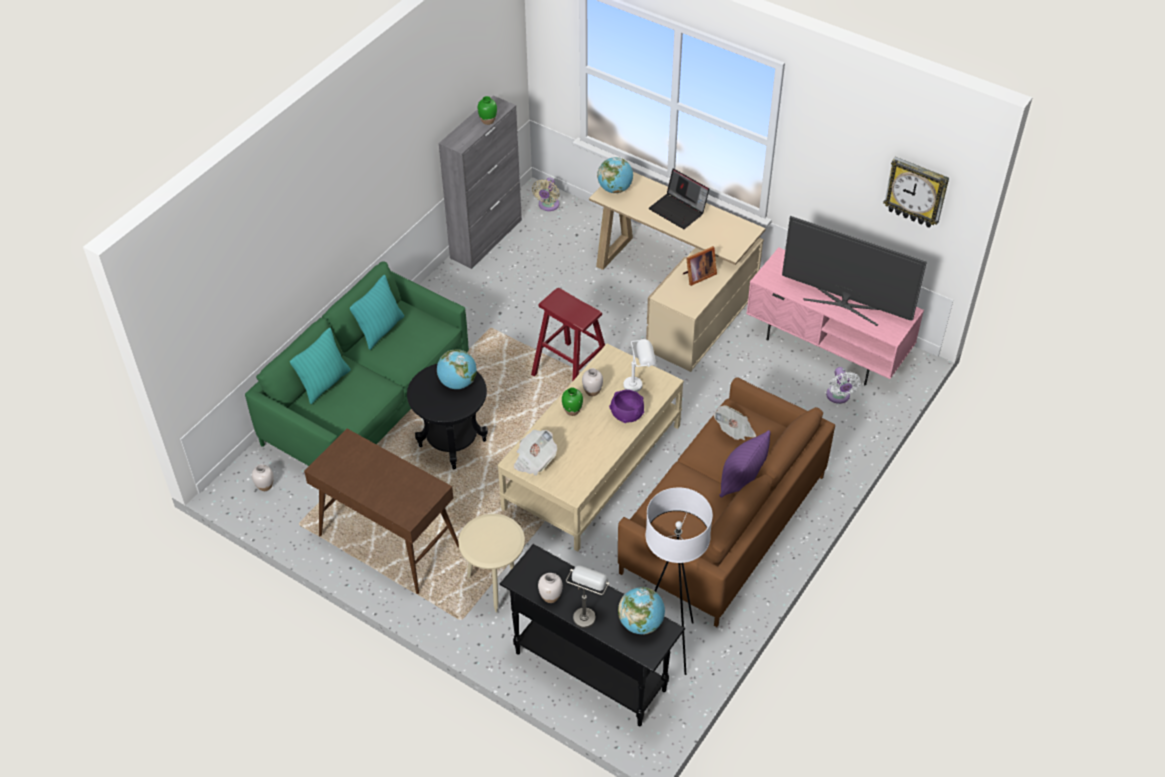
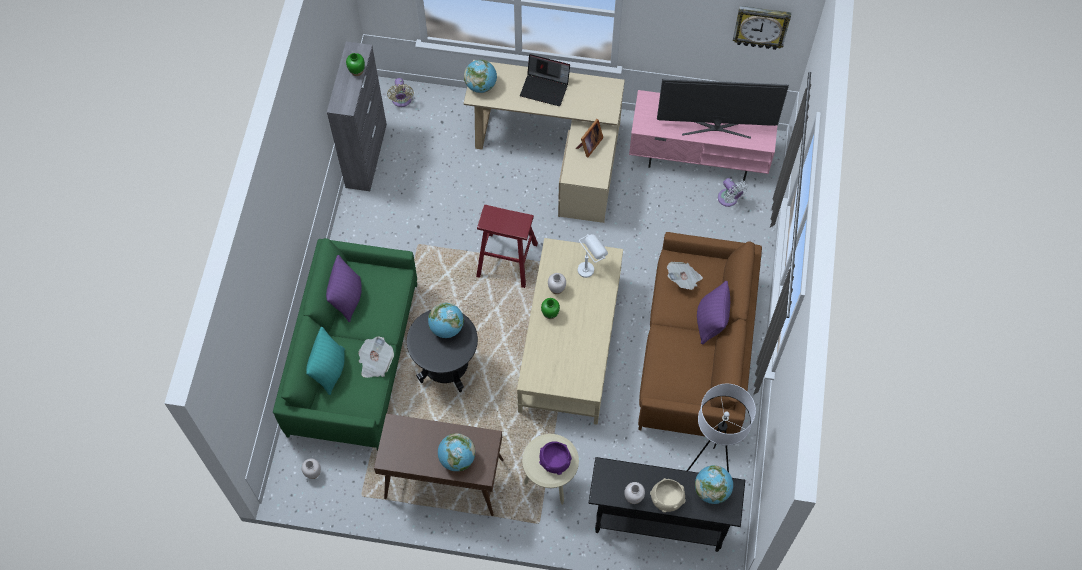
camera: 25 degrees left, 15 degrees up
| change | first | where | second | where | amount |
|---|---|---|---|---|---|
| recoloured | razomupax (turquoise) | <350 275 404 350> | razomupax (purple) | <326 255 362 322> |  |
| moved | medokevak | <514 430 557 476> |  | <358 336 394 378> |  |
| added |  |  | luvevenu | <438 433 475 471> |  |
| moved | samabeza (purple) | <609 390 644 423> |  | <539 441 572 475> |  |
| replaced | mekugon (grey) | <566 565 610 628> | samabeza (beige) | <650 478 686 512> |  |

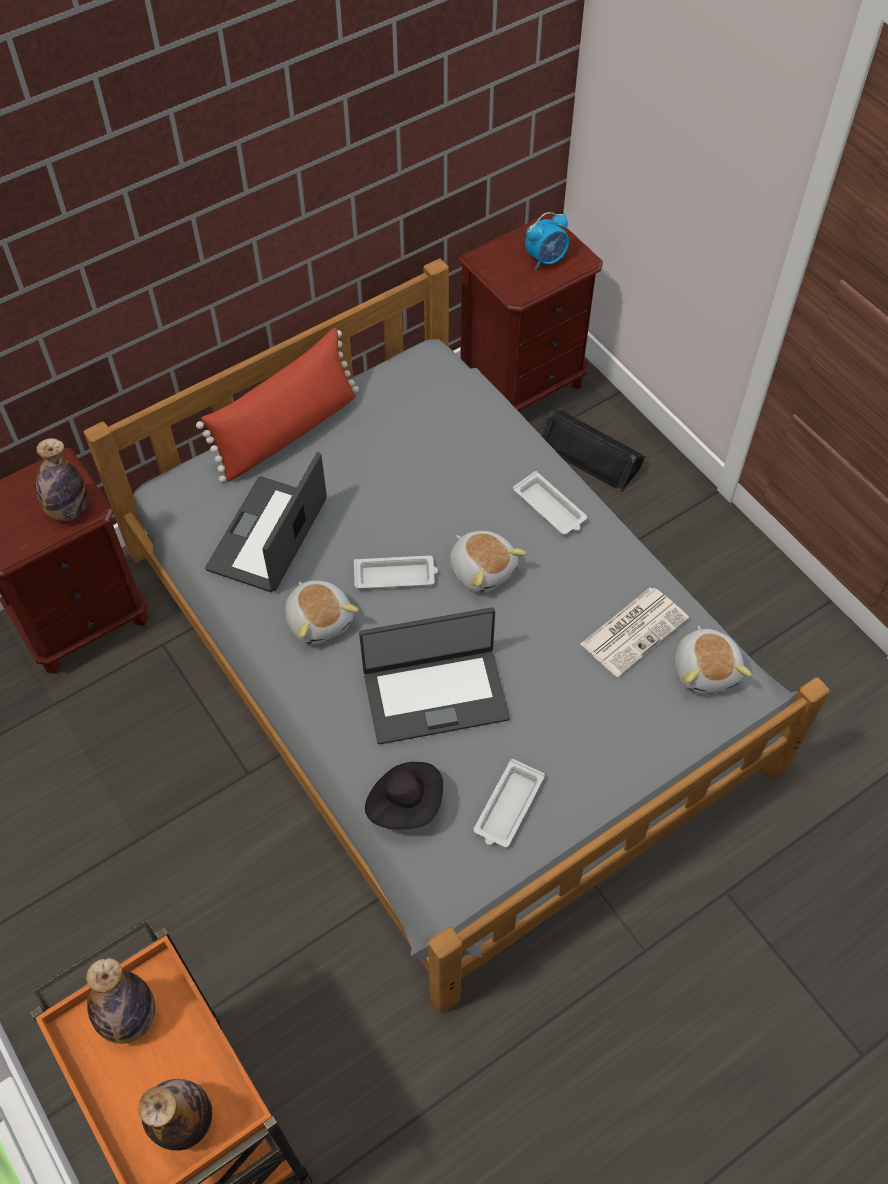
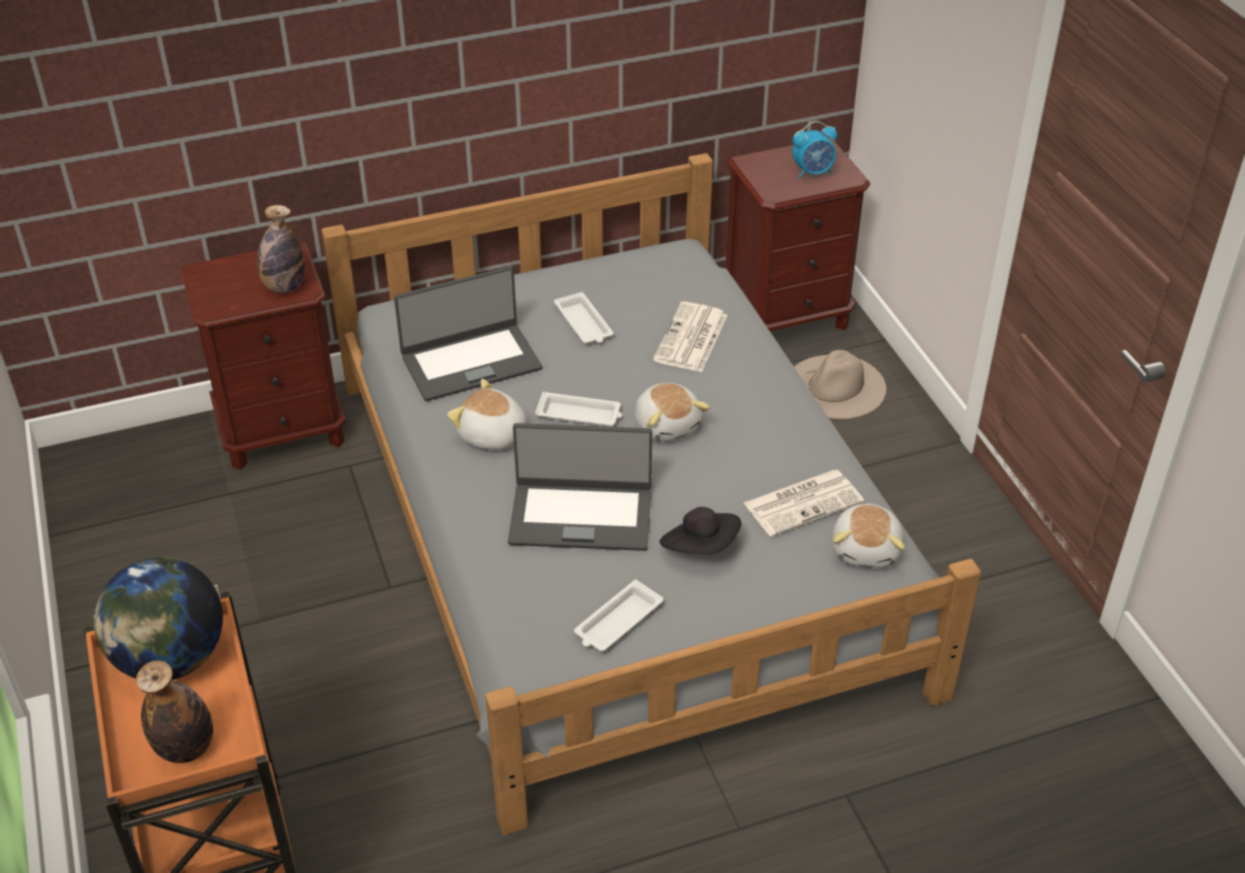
camera: 15 degrees right, 15 degrees down
| change | first | where | second | where | amount |
|---|---|---|---|---|---|
| replaced | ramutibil | <86 958 155 1044> | luvevenu | <94 557 223 680> |  |
| turned | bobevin | <205 452 327 592> |  | <394 266 542 401> | 150 degrees counterclockwise |
| turned | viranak | <285 581 359 644> |  | <447 379 527 450> | 135 degrees clockwise |
| moved | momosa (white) | <513 471 587 535> |  | <554 292 613 344> |  |
| added |  |  | medokevak | <653 302 728 372> |  |
| moved | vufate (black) | <365 762 443 829> |  | <660 507 742 555> |  |
| replaced | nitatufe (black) | <542 410 645 492> | vufate (beige) | <794 350 886 419> |  |
| removed | razomupax (red) | <196 328 359 483> |  |  |  |

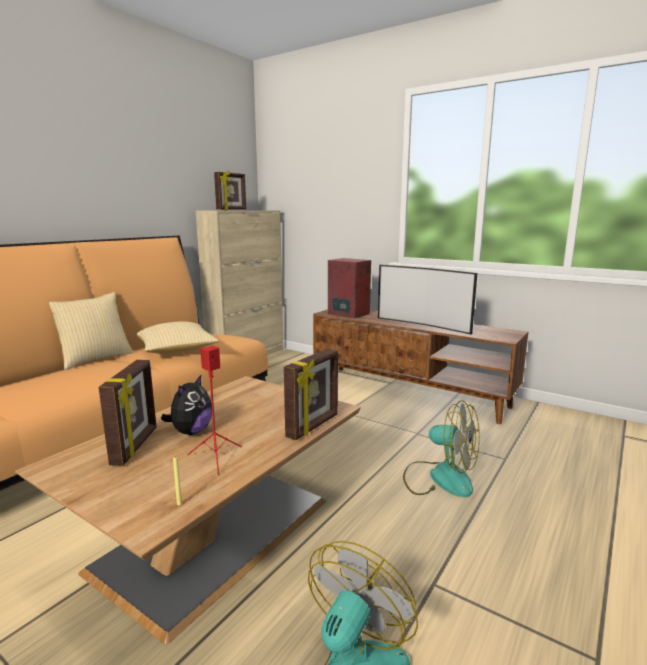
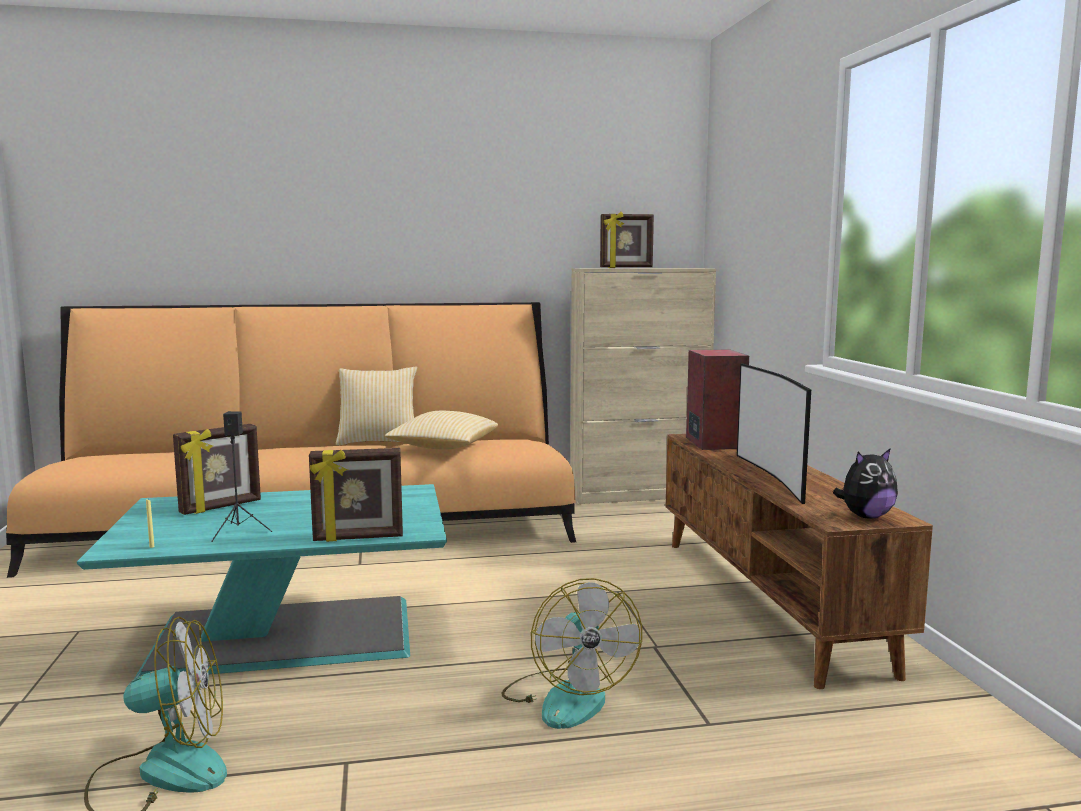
camera: 45 degrees right, 5 degrees down
| change | first | where | second | where | amount |
|---|---|---|---|---|---|
| recoloured | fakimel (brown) | <15 376 361 644> | fakimel (turquoise) | <77 484 447 679> |  |
| recoloured | nitatufe (red) | <187 346 242 475> | nitatufe (black) | <211 411 272 542> |  |
| moved | viranak | <161 375 212 435> |  | <833 448 898 519> |  |

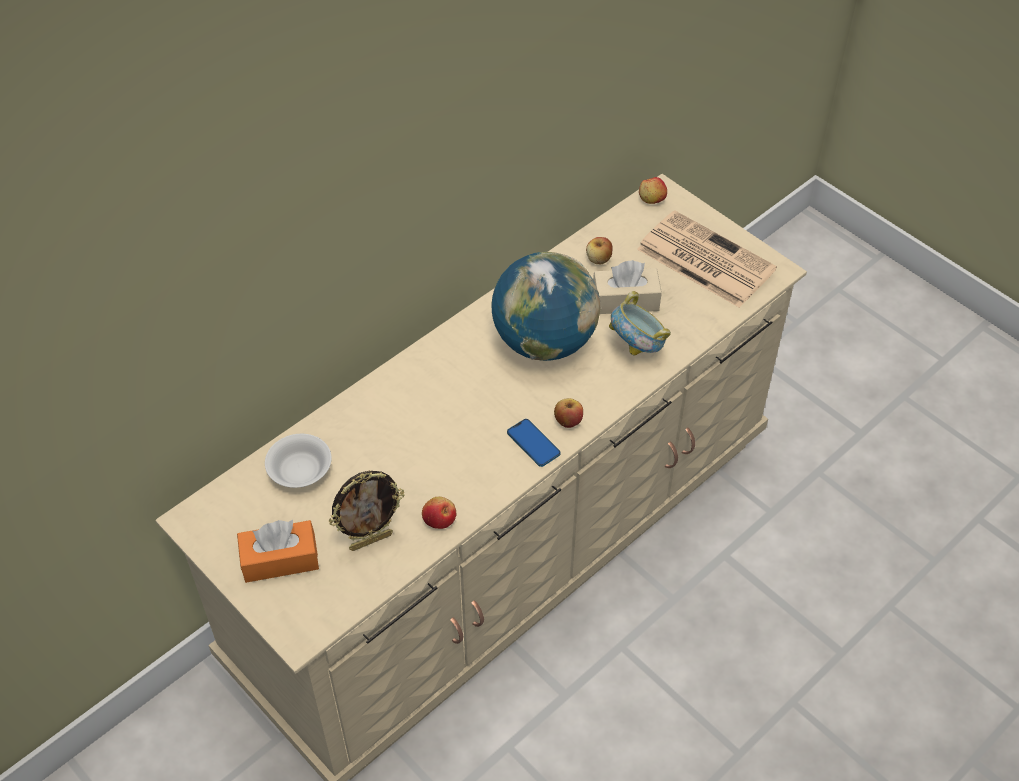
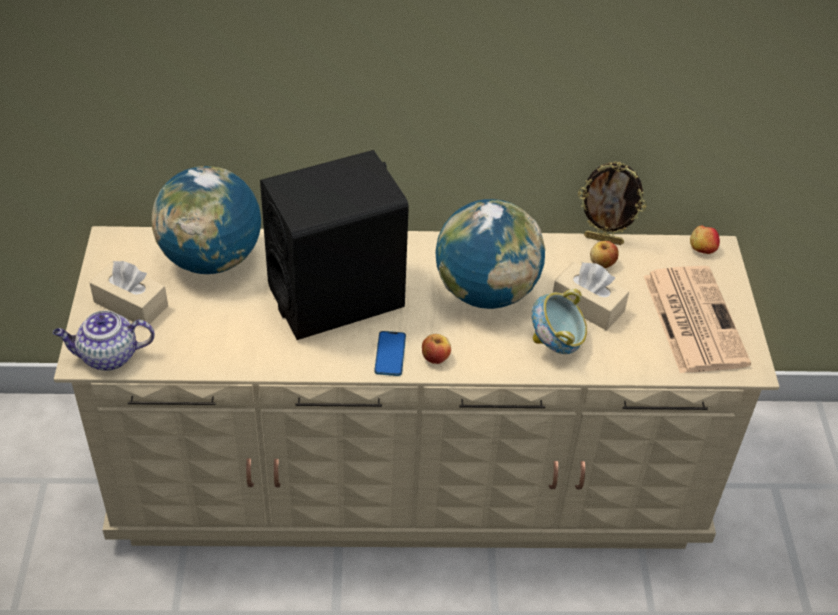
camera: 40 degrees right, 5 degrees down
| change | first | where | second | where | amount |
|---|---|---|---|---|---|
| added |  |  | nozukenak | <53 311 155 371> |  |
| recoloured | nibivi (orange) | <237 520 319 583> | nibivi (beige) | <89 261 168 328> |  |
| replaced | samabeza (white) | <265 434 332 488> | luvevenu | <152 166 261 274> |  |
| added |  |  | nitatufe (black) | <260 150 409 340> |  |
| moved | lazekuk | <329 471 405 551> |  | <578 162 647 245> |  |
| removed | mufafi | <422 497 456 529> |  |  |  |

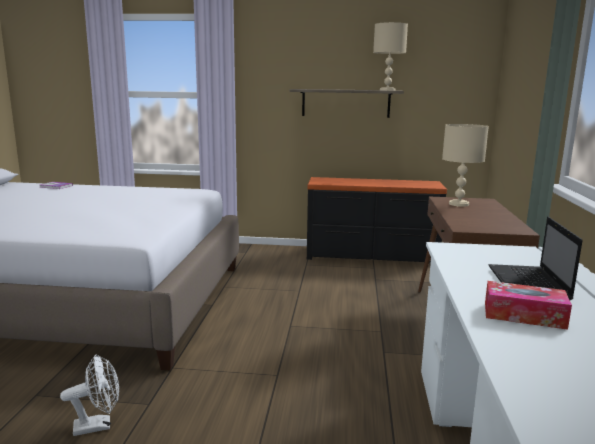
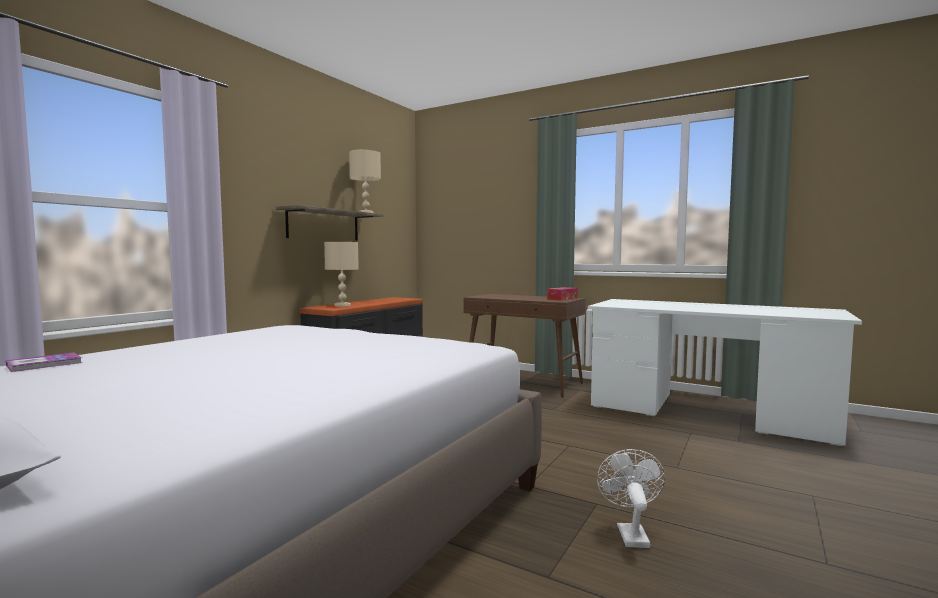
camera: 65 degrees left, 10 degrees down
| change | first | where | second | where | amount |
|---|---|---|---|---|---|
| moved | mekugon (beige) | <442 124 489 207> |  | <324 242 359 307> |  |
| moved | nibivi | <485 281 572 330> |  | <547 287 578 300> |  |
| removed | bobevin | <488 217 583 300> |  |  |  |

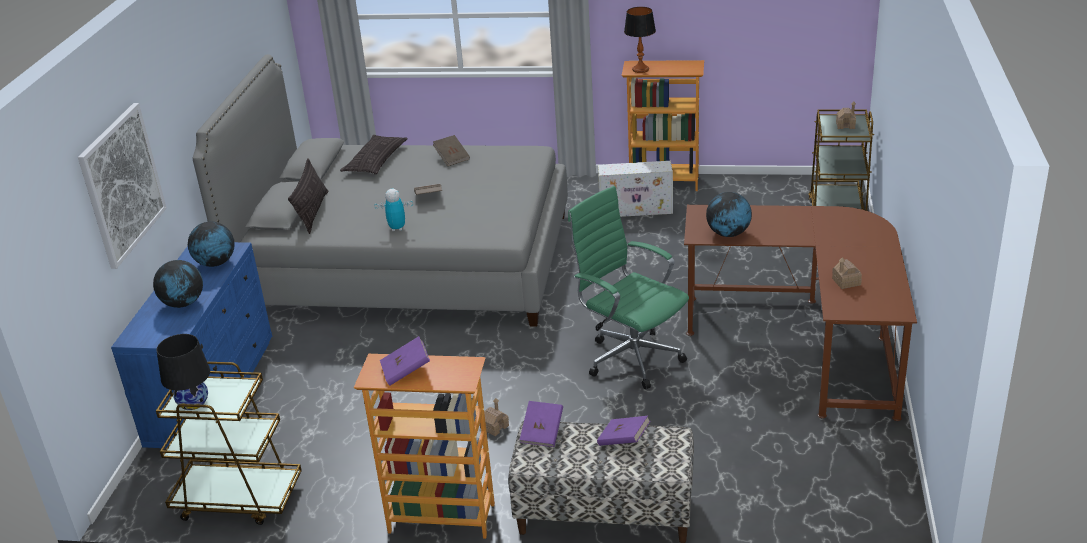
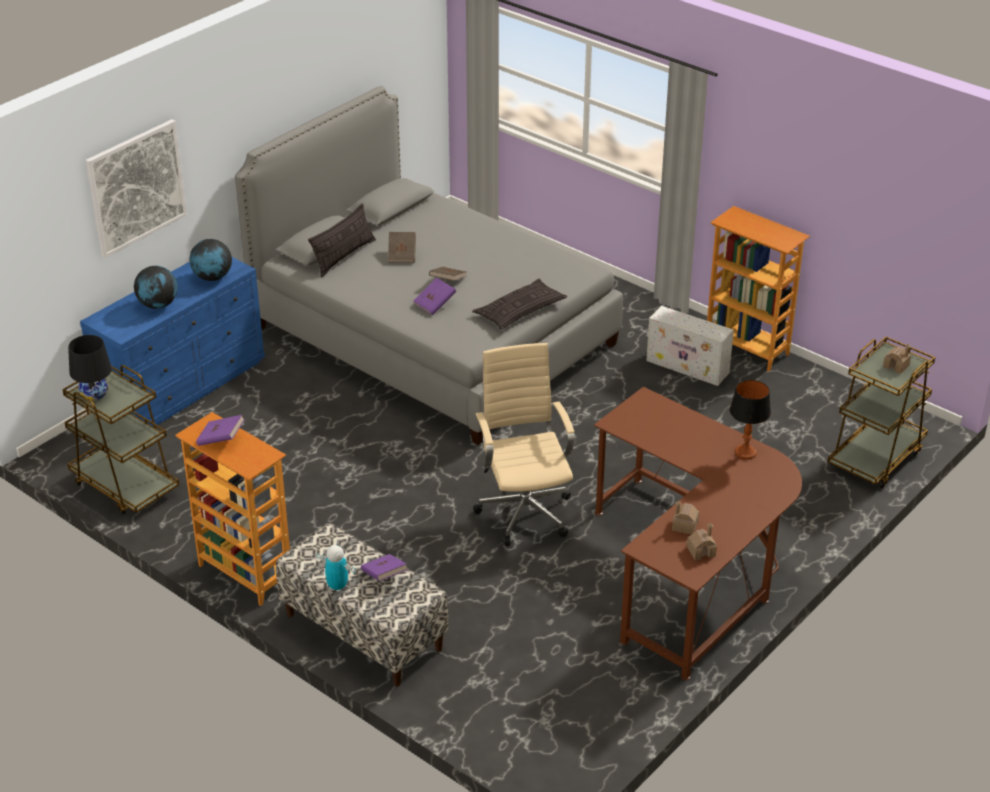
camera: 30 degrees right, 5 degrees up
| change | first | where | second | where | amount |
|---|---|---|---|---|---|
| moved | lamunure | <374 189 413 231> |  | <316 545 355 592> |  |
| moved | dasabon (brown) | <433 135 470 166> |  | <388 232 416 263> |  |
| moved | dasabon (purple) | <520 401 563 447> |  | <413 277 456 316> |  |
| moved | razomupax | <340 135 408 174> |  | <472 279 567 330> |  |
| recoloured | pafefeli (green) | <568 186 689 389> | pafefeli (beige) | <473 343 575 546> |  |
| moved | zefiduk | <480 398 509 436> |  | <687 523 717 561> |  |
| moved | mekugon | <624 7 656 73> |  | <730 380 771 460> |  |
| removed | luvevenu | <706 192 752 237> |  |  |  |

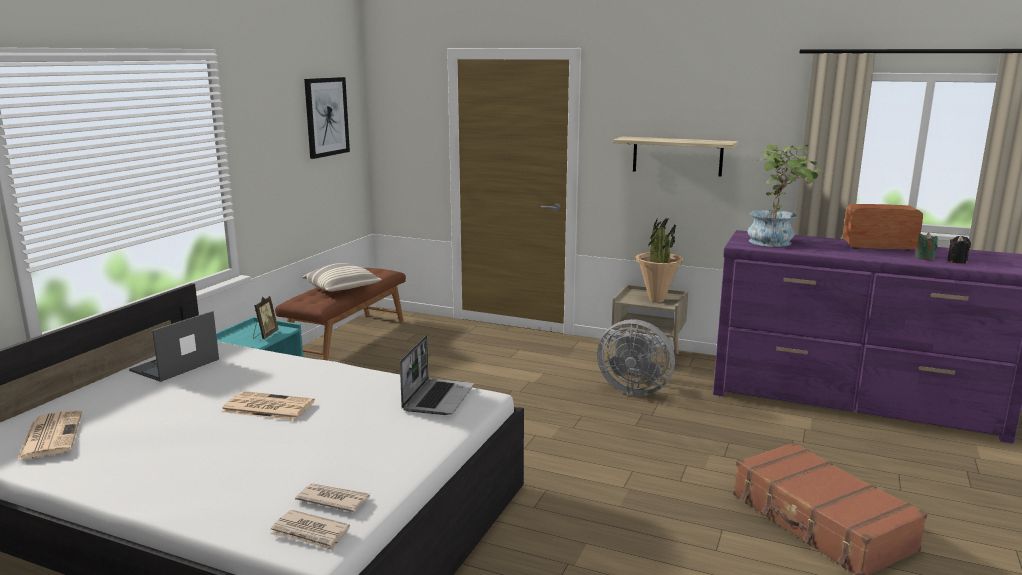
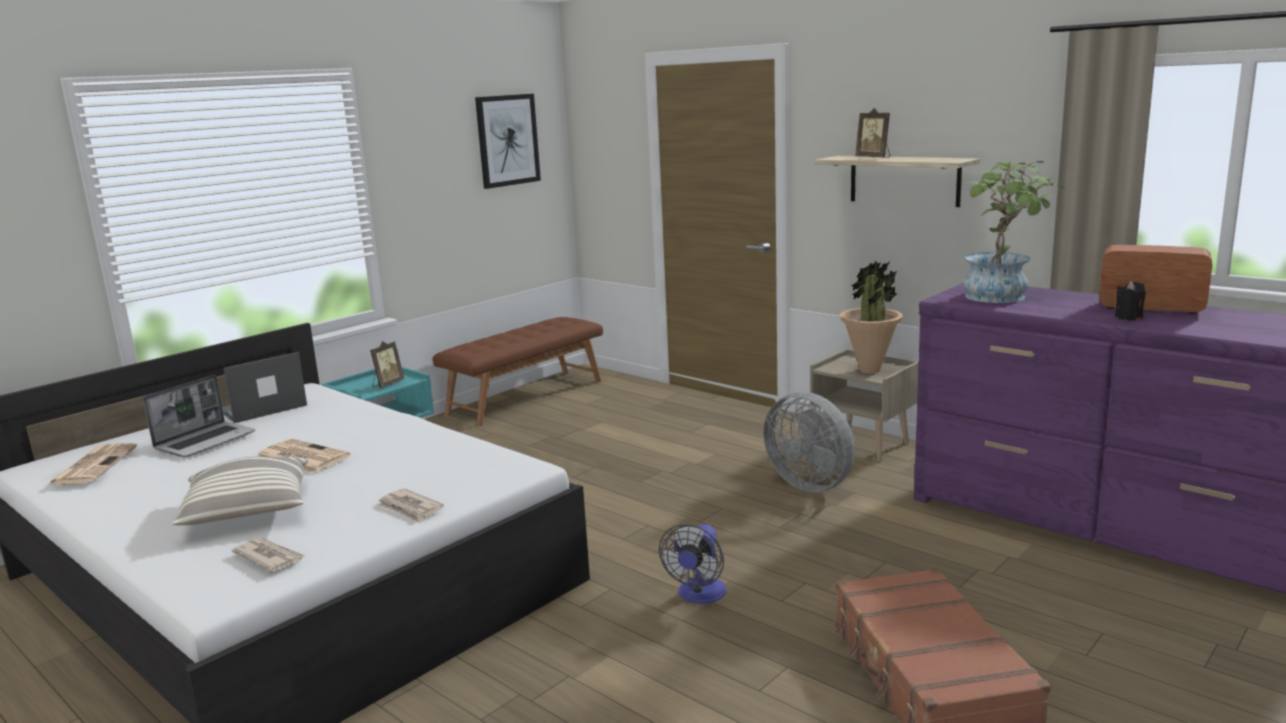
camera: 20 degrees right, 0 degrees up
| change | first | where | second | where | amount |
|---|---|---|---|---|---|
| moved | bobevin | <400 335 474 415> |  | <143 375 255 458> |  |
| moved | razomupax | <303 263 382 292> |  | <172 456 309 525> |  |
| moved | medokevak | <270 510 350 551> |  | <376 488 444 523> |  |
| added |  |  | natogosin | <659 524 726 604> |  |
| added |  |  | lazekuk | <855 108 890 158> |  |
| moved | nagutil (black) | <947 235 971 264> |  | <1115 281 1146 321> |  |
| removed | nagutil (green) | <915 232 938 260> |  |  |  |

